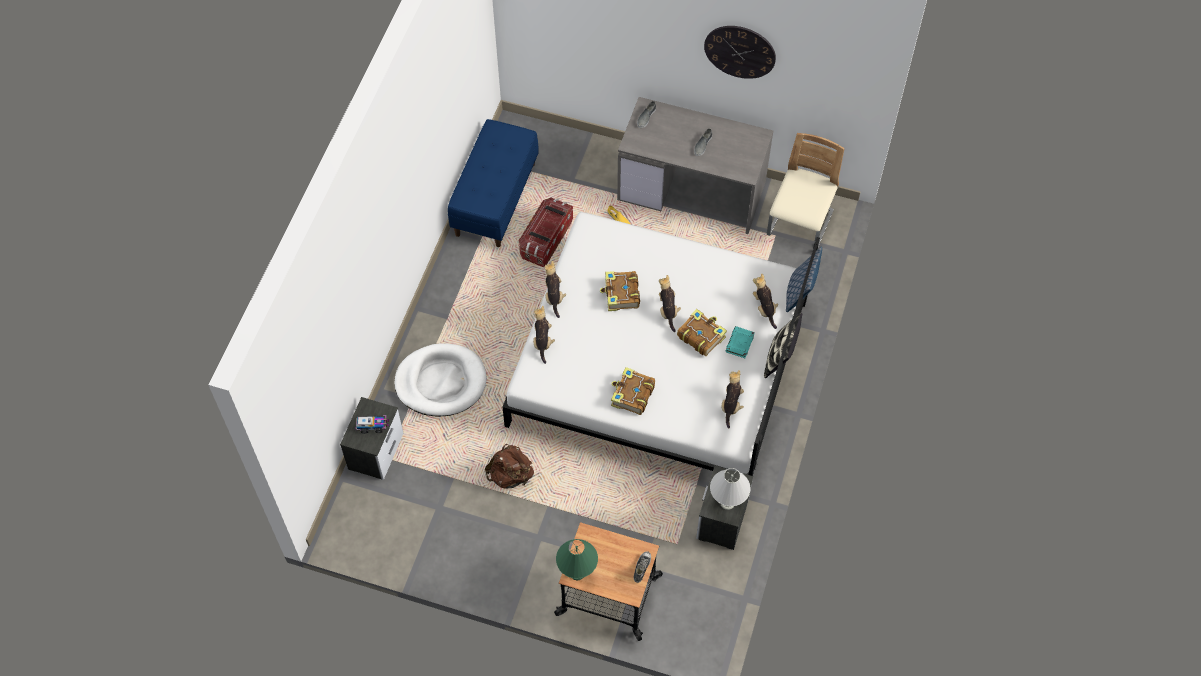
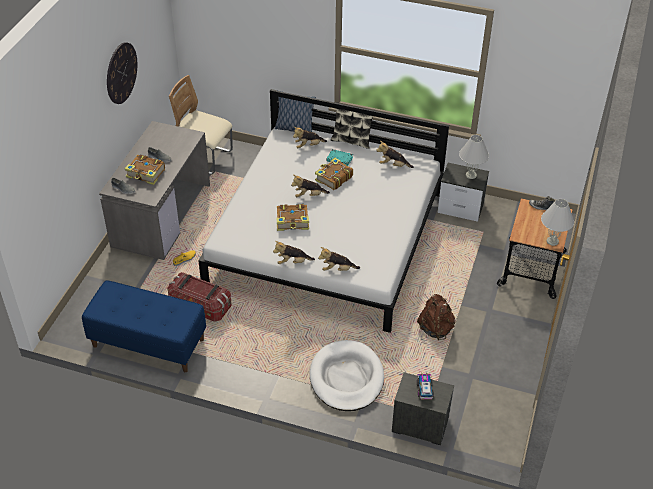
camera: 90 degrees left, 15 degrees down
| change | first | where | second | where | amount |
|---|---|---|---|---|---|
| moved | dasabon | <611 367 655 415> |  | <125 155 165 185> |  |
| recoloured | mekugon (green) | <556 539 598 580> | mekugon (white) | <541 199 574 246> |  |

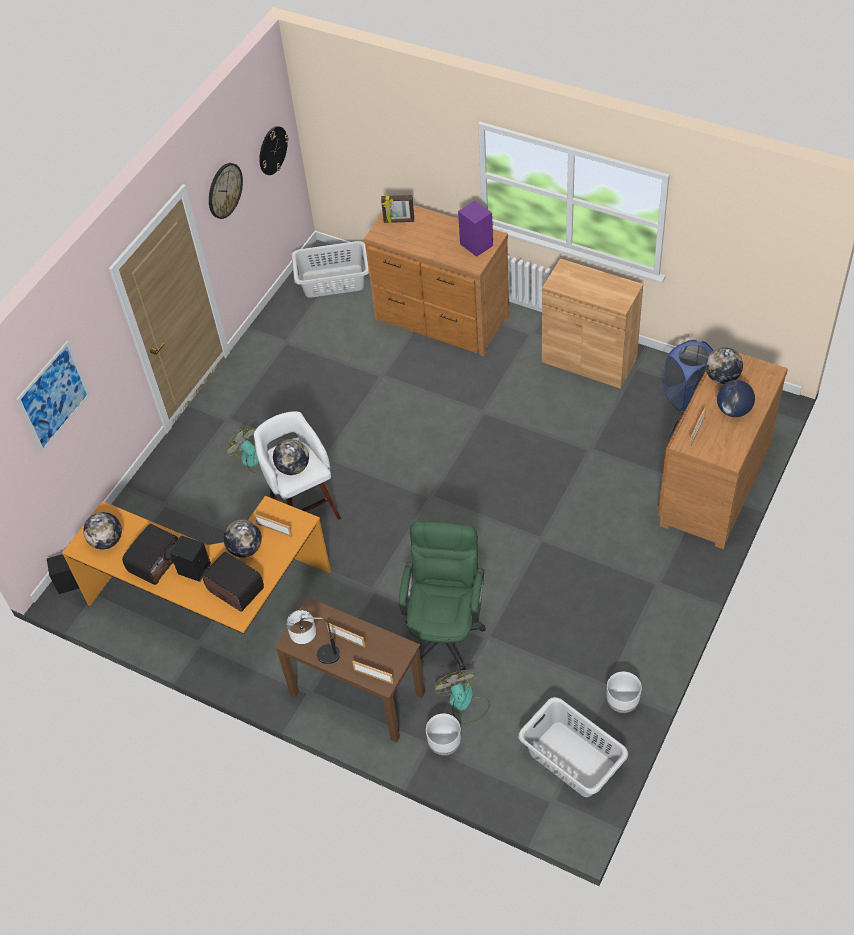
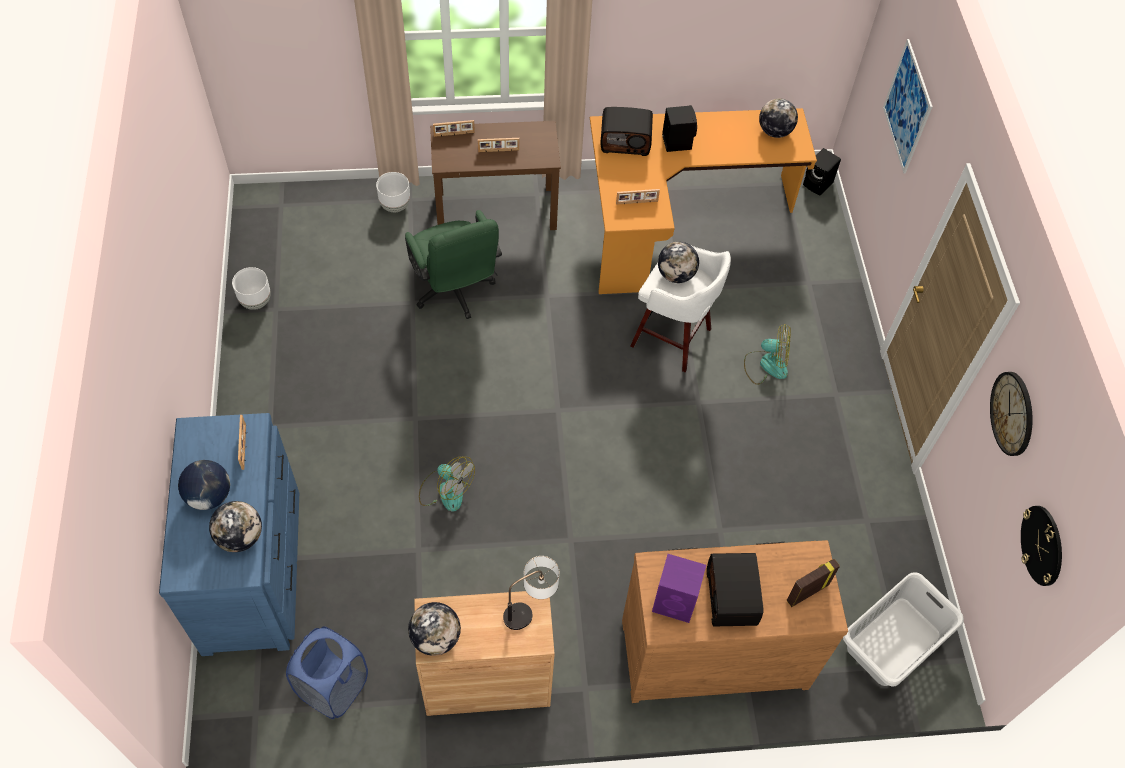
camera: 140 degrees right, 5 degrees up
| change | first | where | second | where | amount |
|---|---|---|---|---|---|
| recoloured | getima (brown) | <658 347 788 549> | getima (blue) | <159 413 299 656> |  |
| moved | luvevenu | <223 520 262 558> |  | <408 602 461 656> |  |
| moved | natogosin | <435 670 490 724> |  | <419 457 475 512> |  |
| moved | mekugon | <286 610 340 664> |  | <503 556 559 630> |  |
| moved | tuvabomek | <122 524 178 585> |  | <707 553 763 627> |  |
| removed | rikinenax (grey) | <518 697 628 797> |  |  |  |

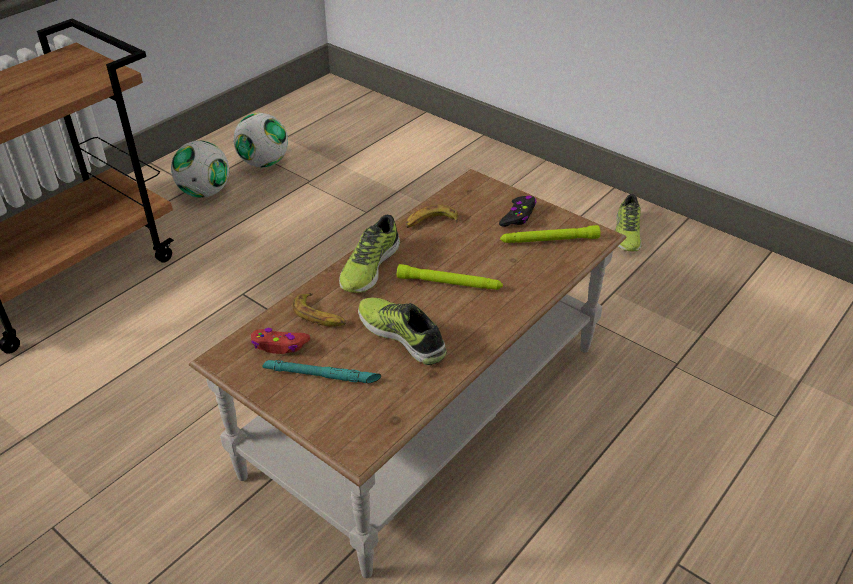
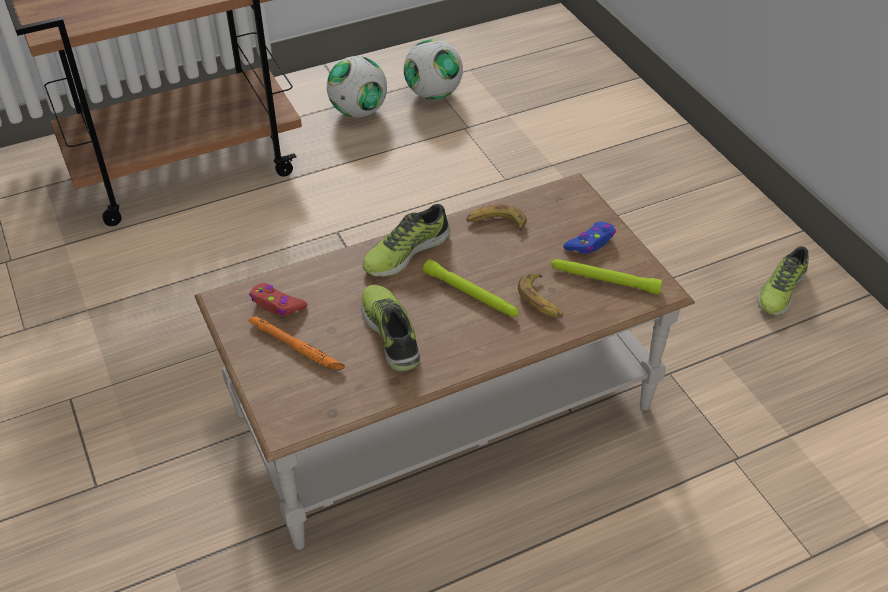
camera: 25 degrees right, 5 degrees up
| change | first | where | second | where | amount |
|---|---|---|---|---|---|
| recoloured | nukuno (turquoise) | <262 360 381 383> | nukuno (orange) | <248 316 345 370> |  |
| moved | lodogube | <293 293 346 327> |  | <518 273 563 318> |  |
| recoloured | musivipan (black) | <499 196 536 227> | musivipan (blue) | <563 222 616 254> |  |

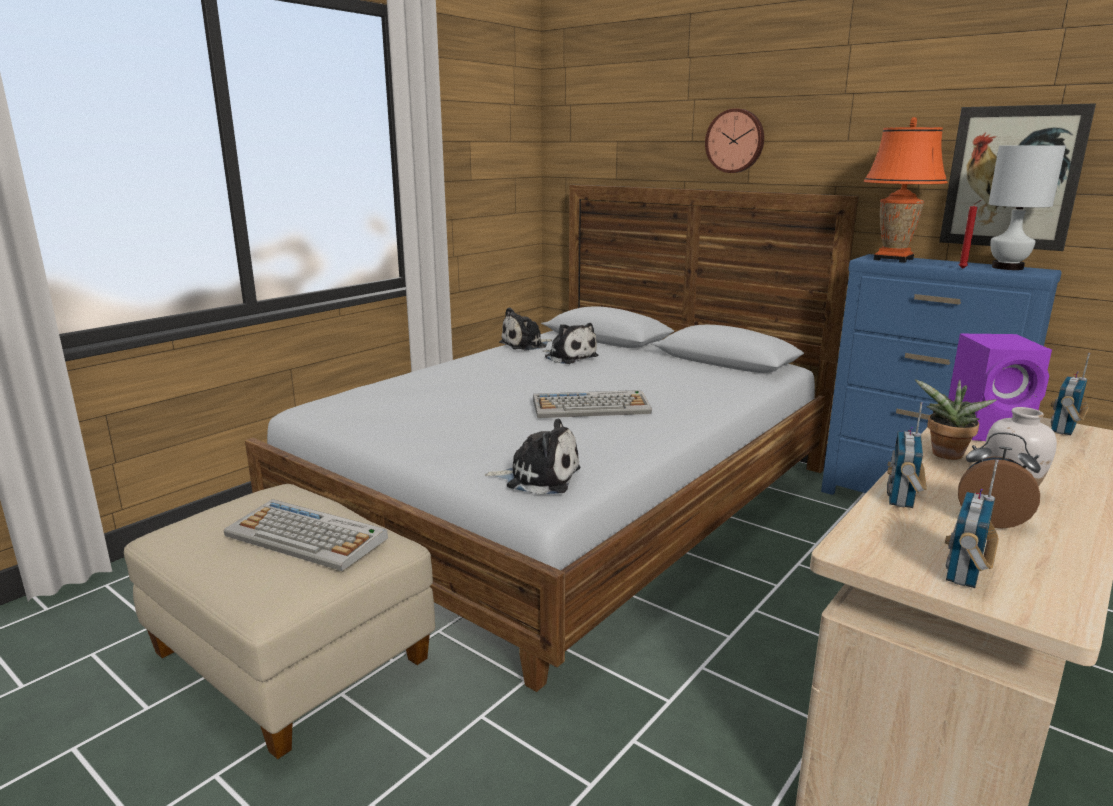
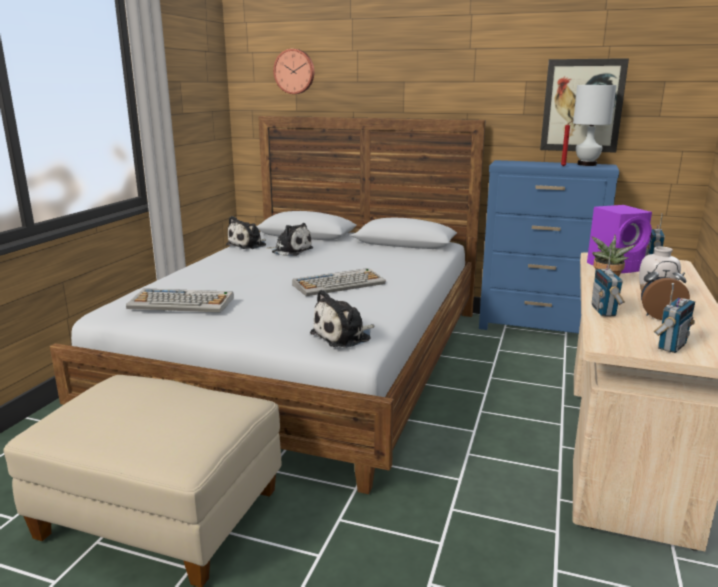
camera: 20 degrees left, 0 degrees up
| change | first | where | second | where | amount |
|---|---|---|---|---|---|
| moved | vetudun | <224 499 388 571> |  | <126 288 234 312> |  |
| moved | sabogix | <705 108 764 173> |  | <273 49 314 94> |  |
| turned | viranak | <485 419 580 495> |  | <310 290 374 348> | 150 degrees clockwise |
| turned | tuvabomek | <945 460 999 588> |  | <653 283 695 353> | 150 degrees counterclockwise |
| removed | mekugon (orange) | <864 117 948 263> |  |  |  |

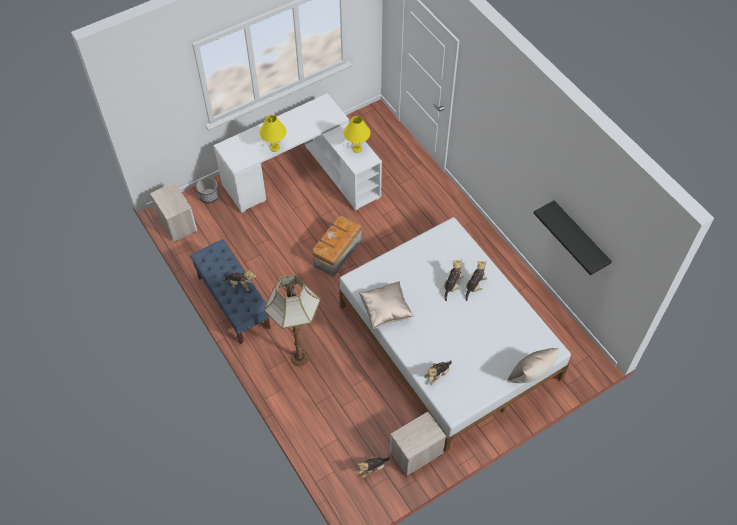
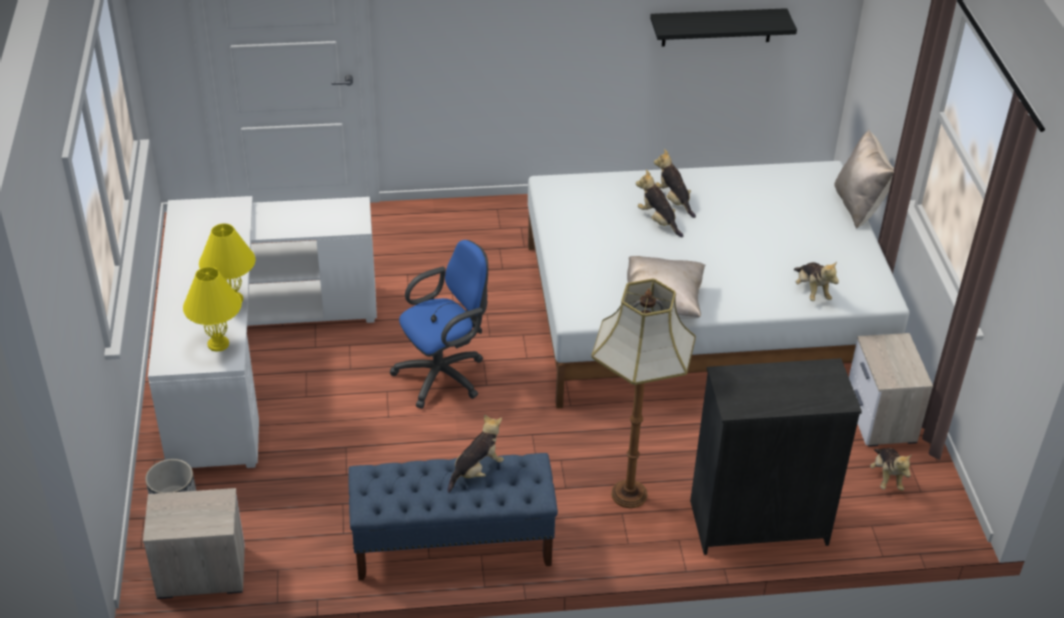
camera: 65 degrees left, 15 degrees down
| change | first | where | second | where | amount |
|---|---|---|---|---|---|
| moved | mekugon (yellow) | <344 116 371 153> |  | <183 267 242 352> |  |
| replaced | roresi | <312 216 362 277> | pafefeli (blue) | <390 240 488 409> |  |
| added |  |  | getima (black) | <690 358 862 555> |  |

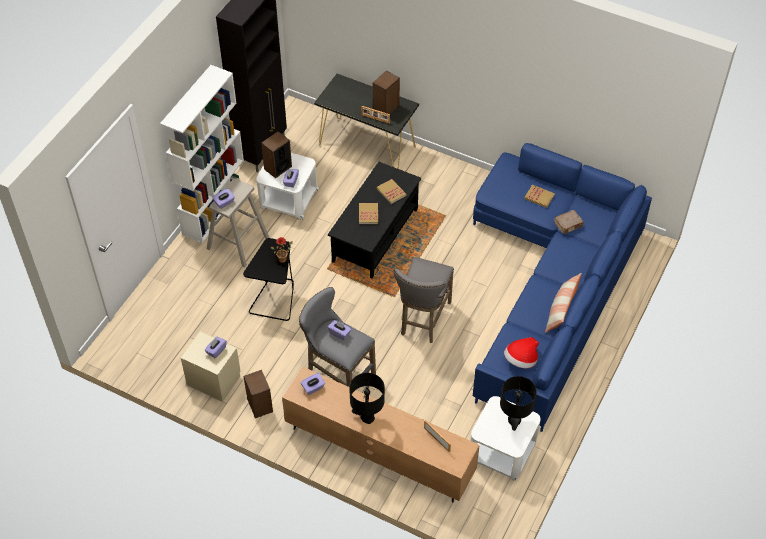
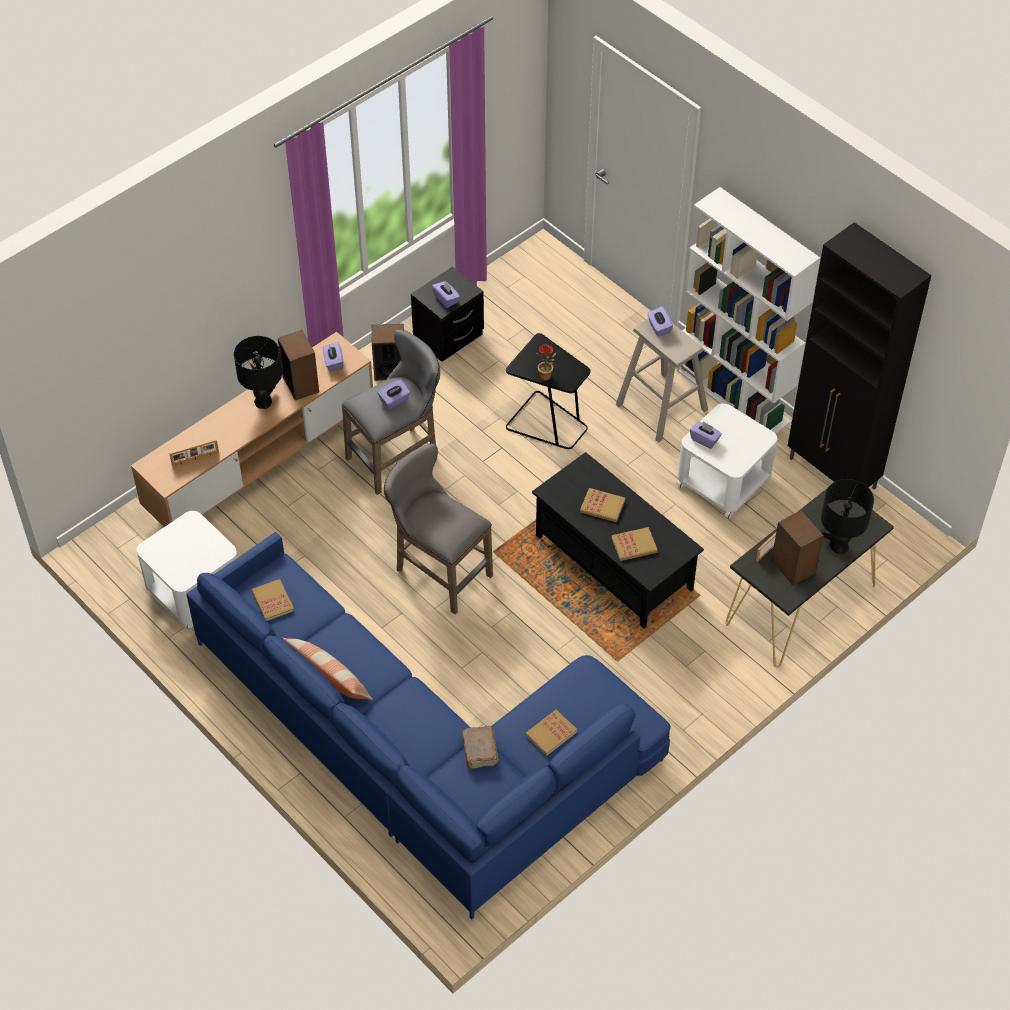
camera: 110 degrees right, 0 degrees up
| change | first | where | second | where | amount |
|---|---|---|---|---|---|
| replaced | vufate | <504 337 539 368> | dasabon | <252 579 294 621> |  |
| moved | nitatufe | <261 131 292 178> |  | <278 330 319 400> |  |
| recoloured | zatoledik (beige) | <181 332 240 402> | zatoledik (black) | <411 267 484 362> |  |
| moved | mekugon (black) | <500 376 537 431> |  | <820 479 874 554> |  |

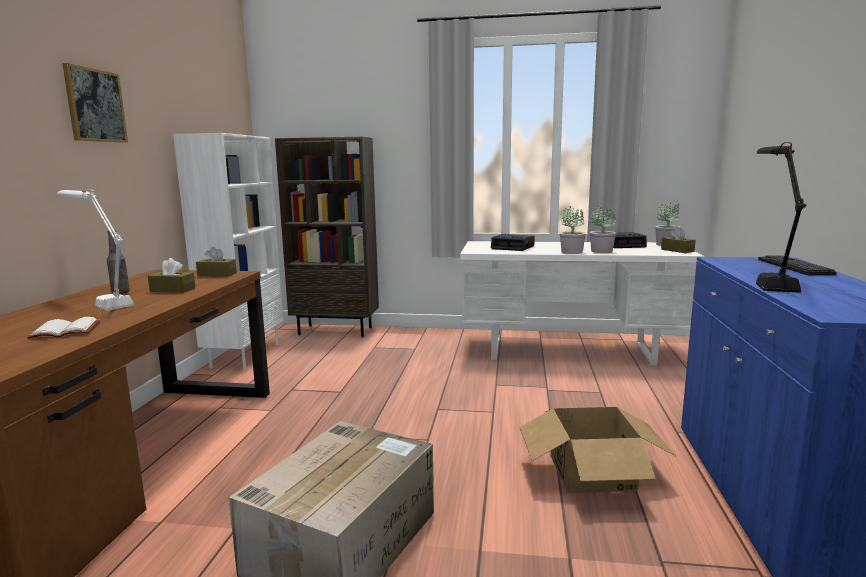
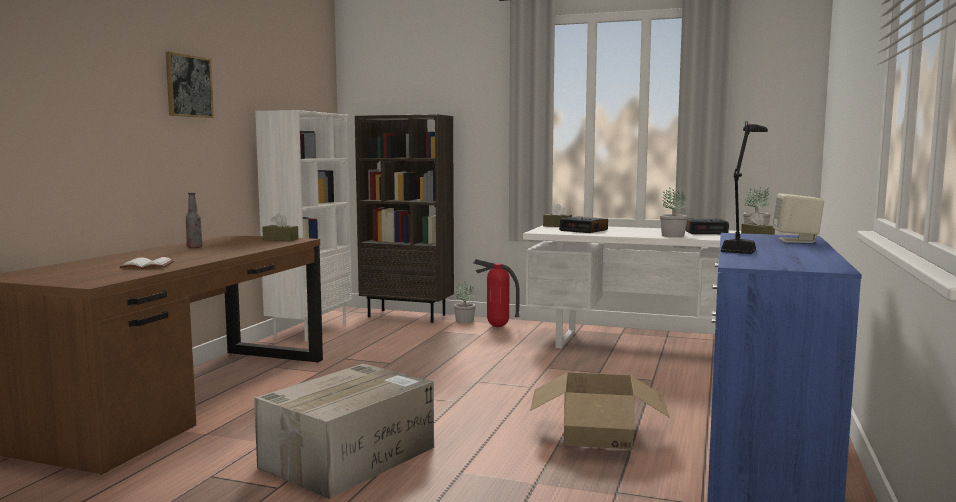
camera: 10 degrees right, 5 degrees down
| change | first | where | second | where | amount |
|---|---|---|---|---|---|
| moved | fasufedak | <560 207 586 254> |  | <454 282 476 324> |  |
| added |  |  | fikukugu | <474 259 520 327> |  |
| moved | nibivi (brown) | <148 258 195 293> |  | <543 204 572 227> |  |
| replaced | vetudun | <758 255 837 275> | nitatufe (beige) | <773 193 824 243> |  |
| removed | mekugon (white) | <56 189 134 311> |  |  |  |

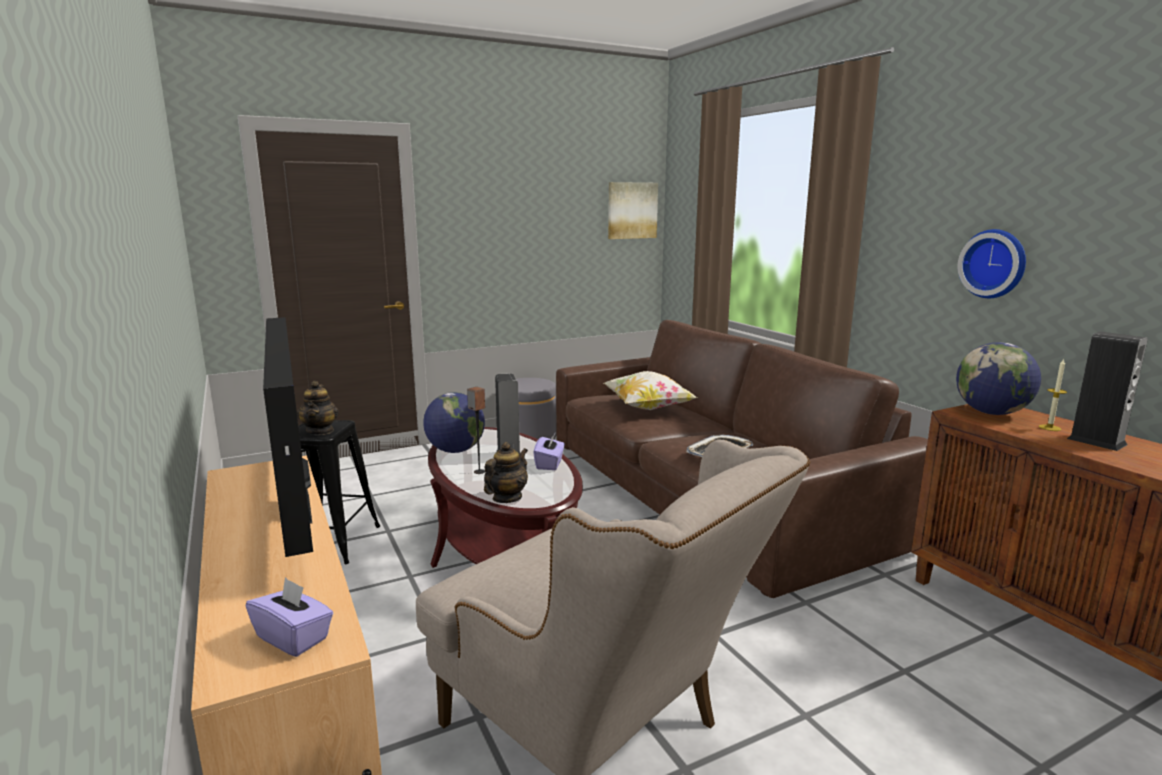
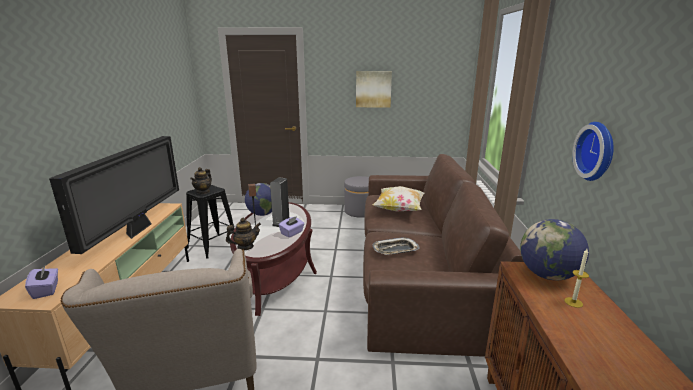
camera: 30 degrees right, 5 degrees up
| change | first | where | second | where | amount |
|---|---|---|---|---|---|
| moved | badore | <608 182 658 239> |  | <356 71 392 108> |  |
| removed | nitatufe | <1067 332 1148 451> |  |  |  |

